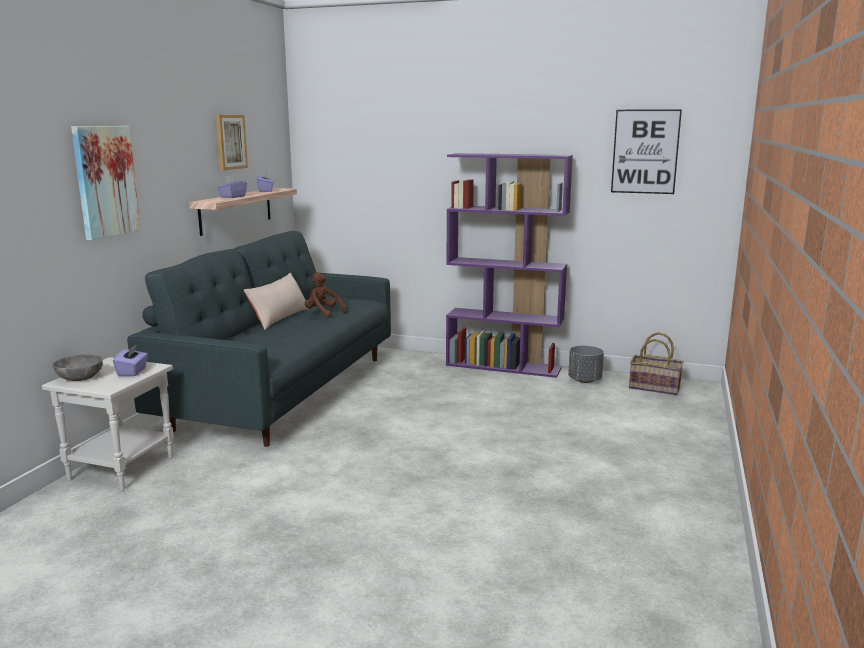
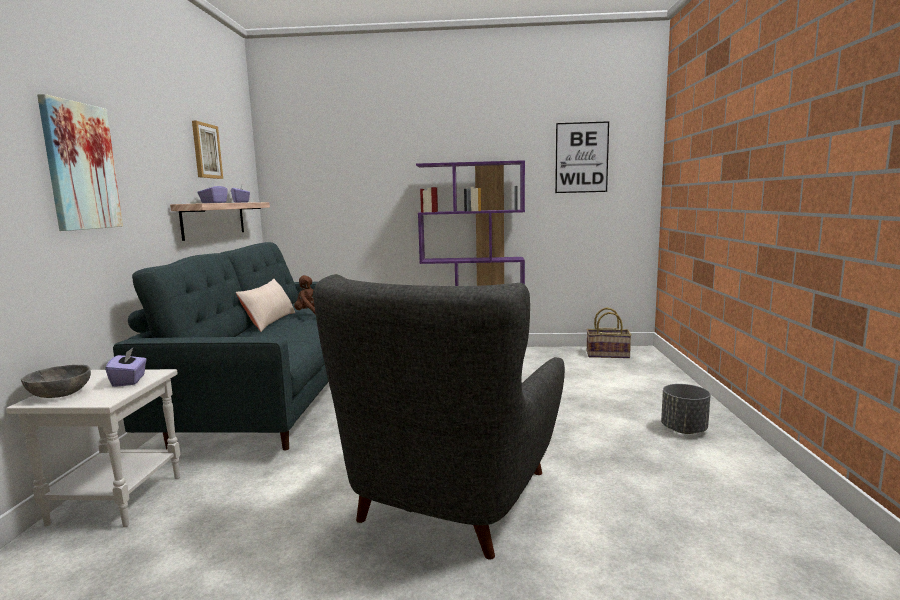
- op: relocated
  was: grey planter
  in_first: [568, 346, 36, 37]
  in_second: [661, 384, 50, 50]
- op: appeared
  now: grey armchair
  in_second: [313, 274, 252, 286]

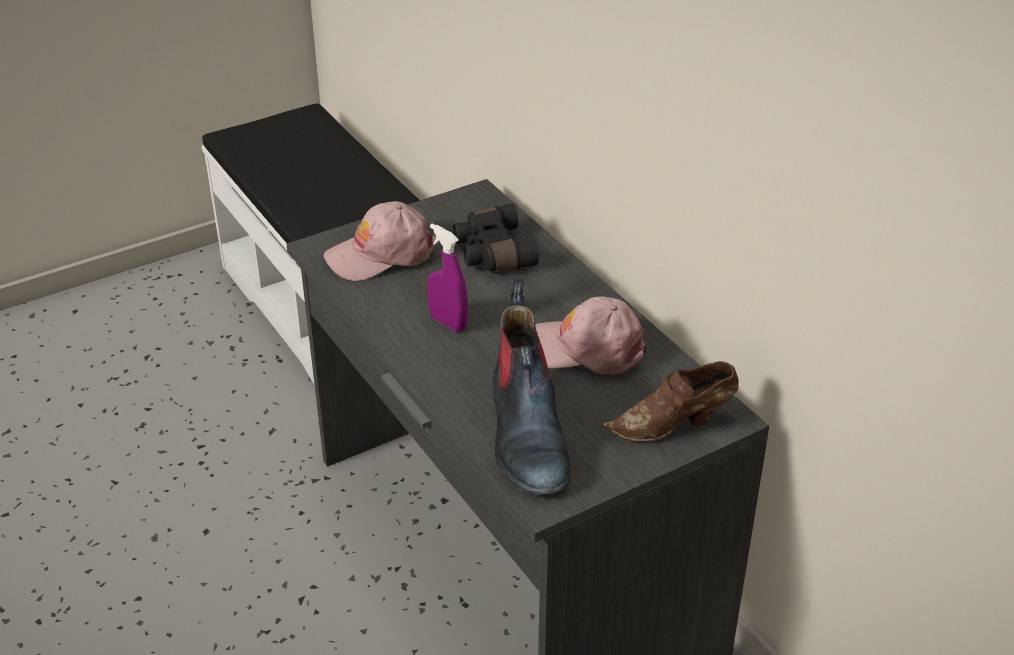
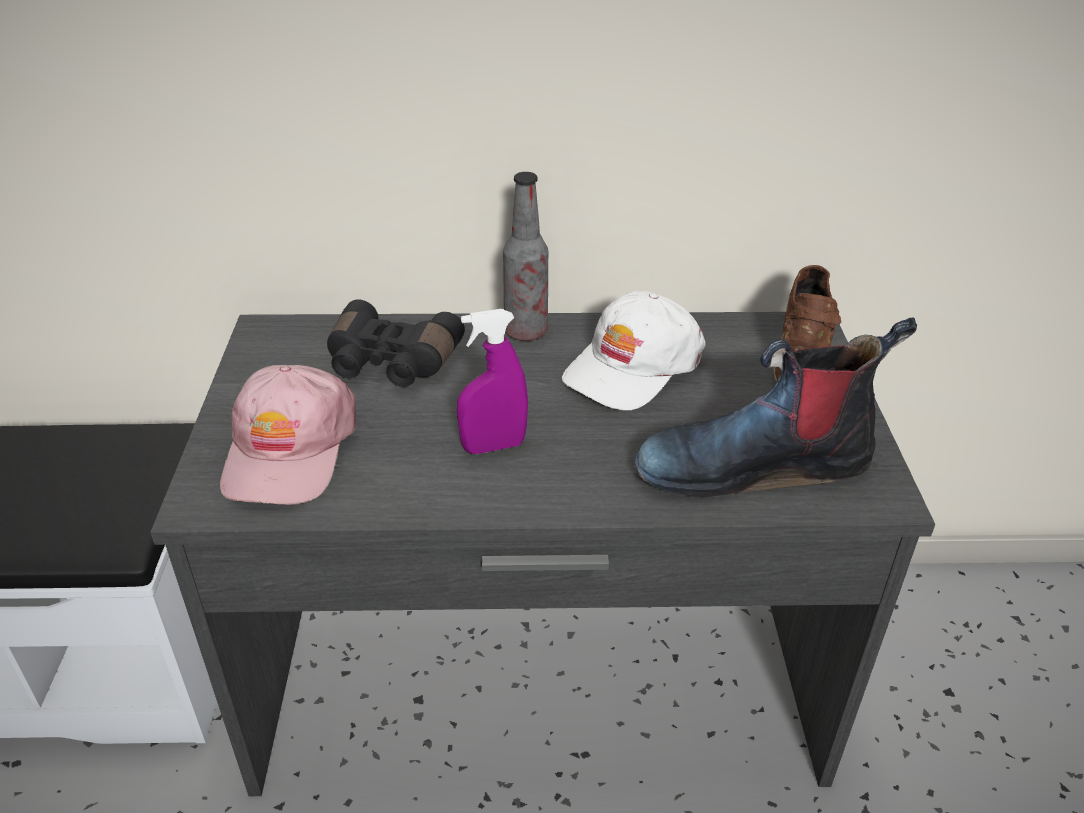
- op: spun
  was: boot
  in_first: [493, 279, 77, 216]
  in_second: [634, 318, 283, 179]
  clockwise: 150
- op: colour
  was: pink cap
  now: white cap
  in_first: [535, 296, 112, 79]
  in_second: [562, 291, 144, 119]
- op: appeared
  now: bottle
  in_second: [503, 172, 45, 169]

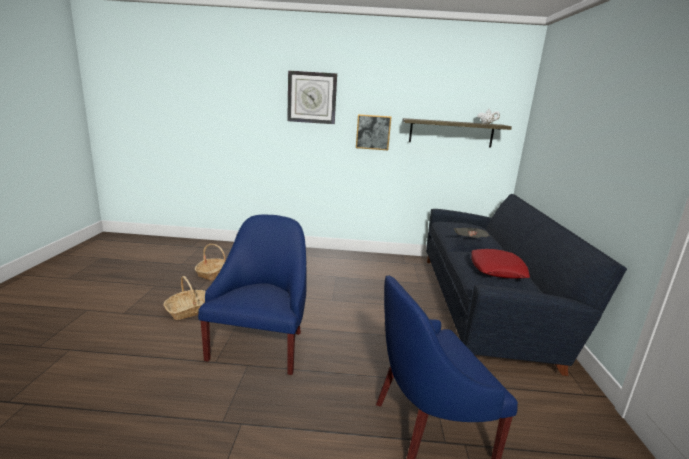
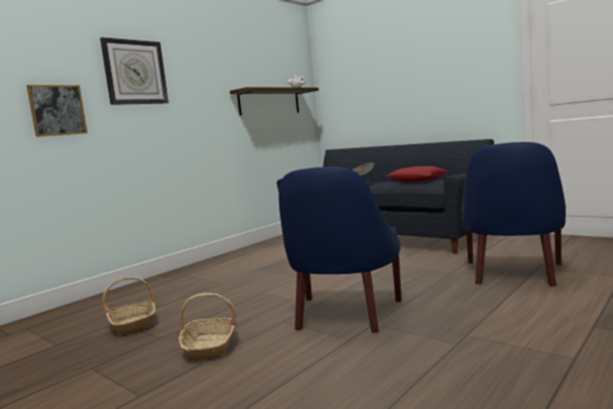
- op: relocated
  was: picture
  in_first: [356, 114, 35, 36]
  in_second: [27, 85, 61, 52]
- op: spun
  was: blue armchair
  in_first: [198, 215, 108, 160]
  in_second: [279, 167, 122, 166]
  clockwise: -120

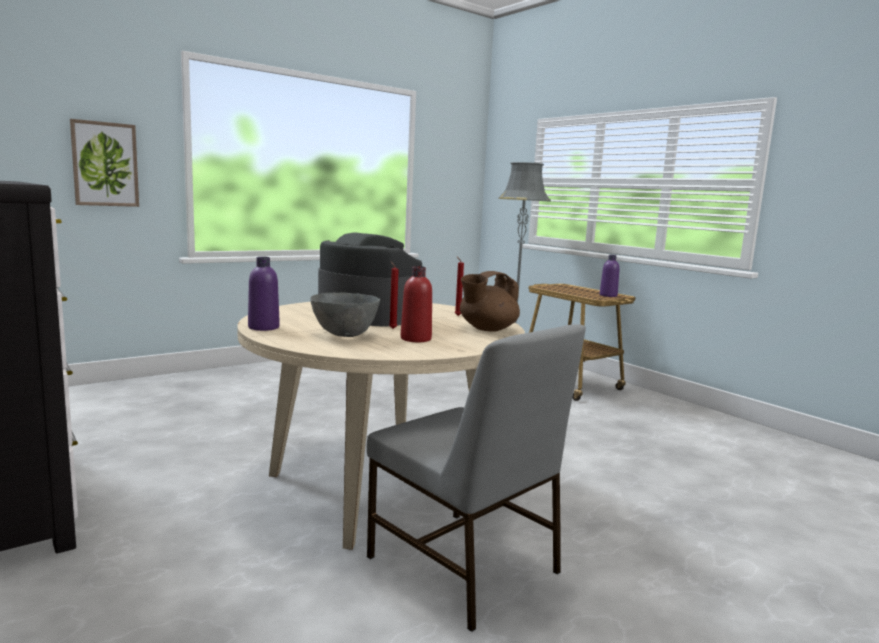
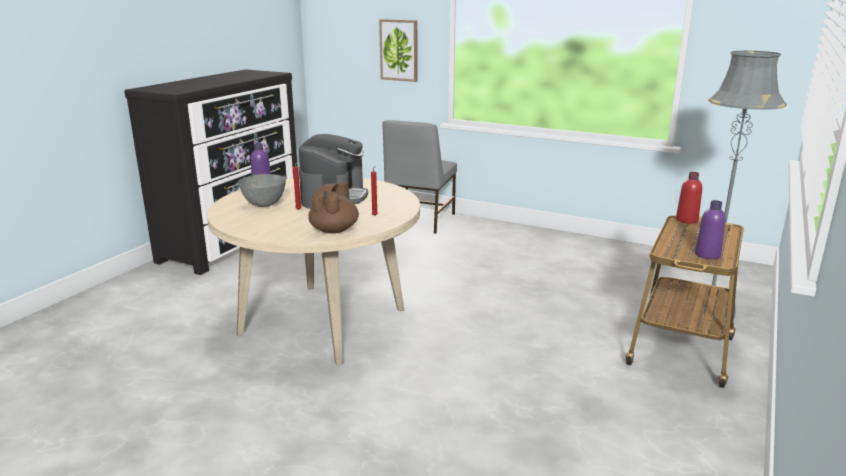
- op: relocated
  was: red bottle
  in_first: [401, 266, 31, 76]
  in_second: [676, 172, 26, 52]
- op: spun
  was: brown teapot
  in_first: [460, 271, 60, 60]
  in_second: [308, 183, 51, 51]
  clockwise: 75
- op: relocated
  was: grey chair
  in_first: [367, 324, 219, 308]
  in_second: [382, 120, 75, 114]

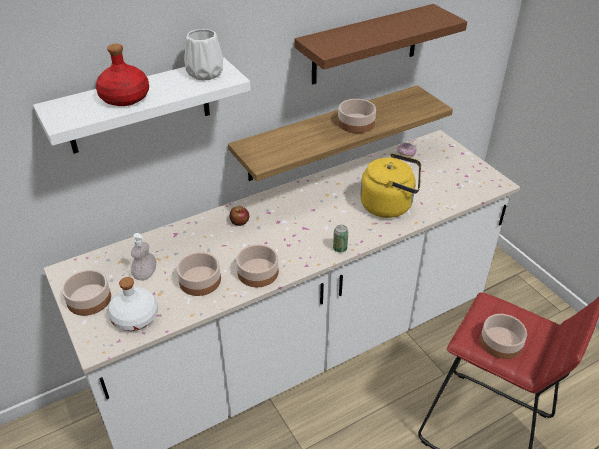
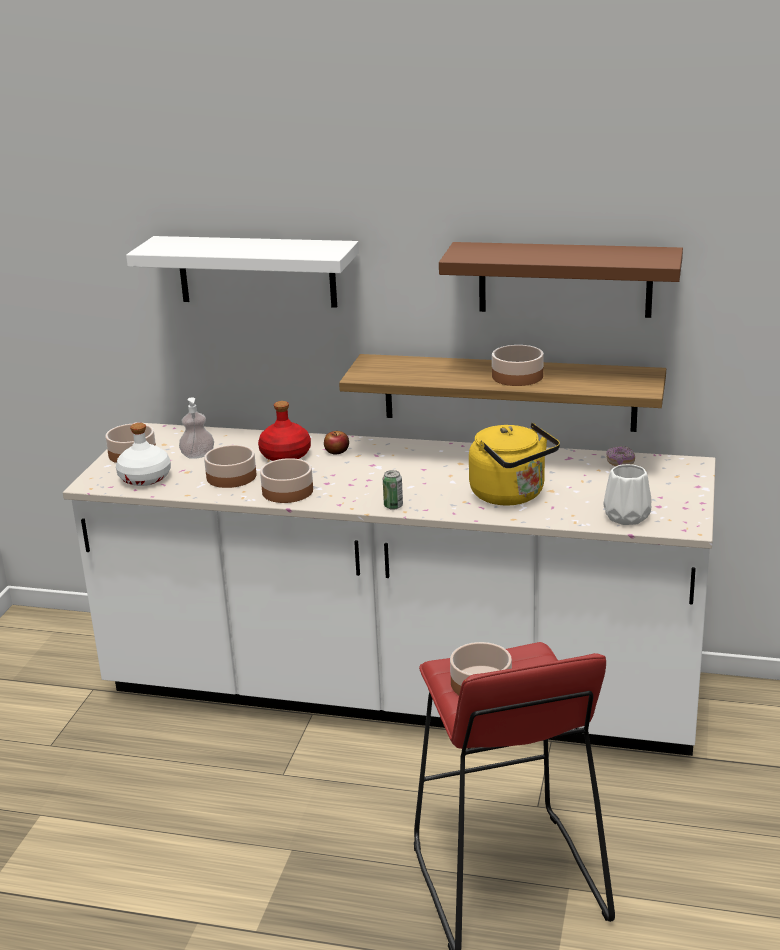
- op: relocated
  was: white vase
  in_first: [184, 29, 39, 51]
  in_second: [603, 464, 48, 61]
- op: relocated
  was: red bottle
  in_first: [96, 44, 53, 62]
  in_second: [258, 401, 53, 60]

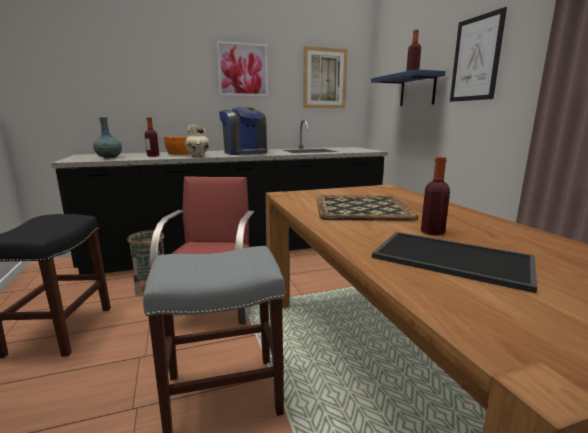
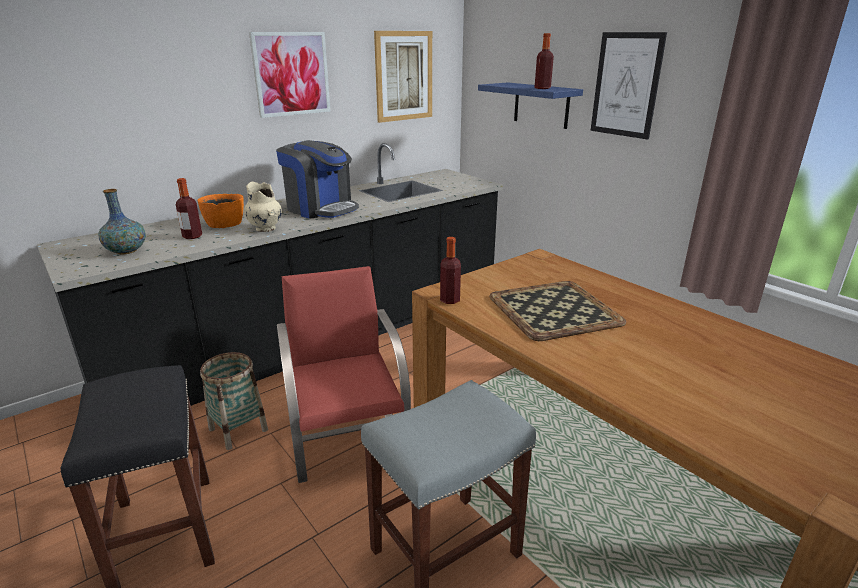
- op: relocated
  was: bottle
  in_first: [421, 157, 29, 79]
  in_second: [440, 237, 21, 67]
- op: missing
  was: tray
  in_first: [372, 232, 165, 61]

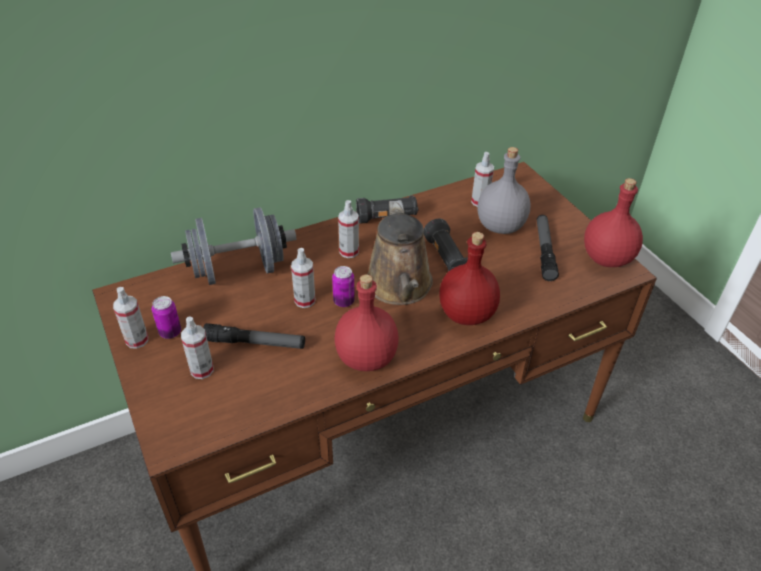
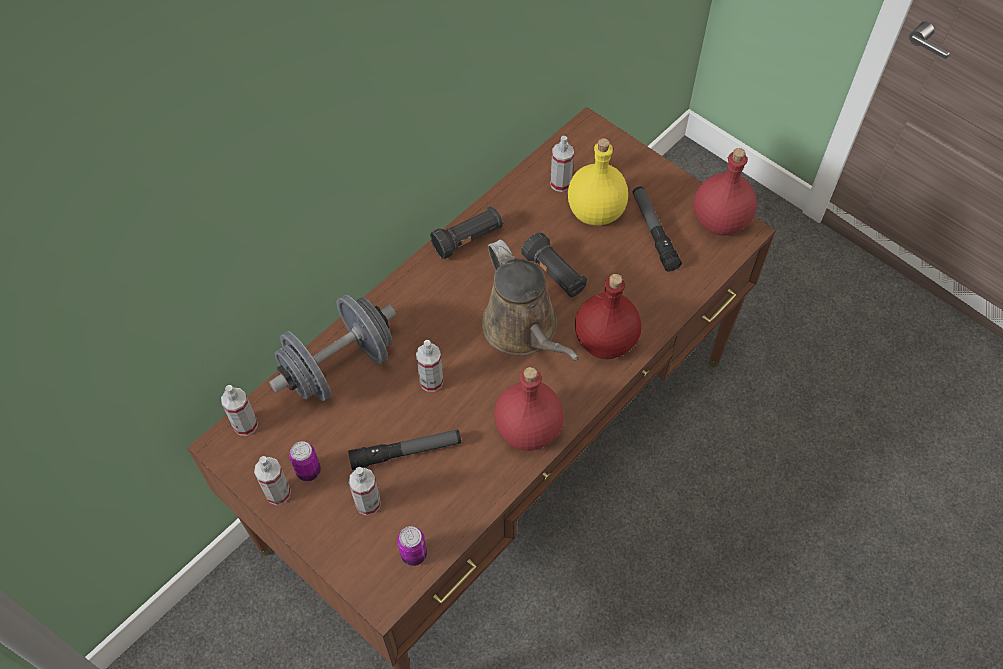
- op: colour
  was: grey bottle
  now: yellow bottle
  in_first: [478, 147, 52, 87]
  in_second: [568, 138, 60, 87]
- op: relocated
  was: spray bottle
  in_first: [338, 200, 21, 58]
  in_second: [221, 385, 37, 51]
- op: relocated
  was: can
  in_first: [332, 266, 23, 41]
  in_second: [397, 526, 30, 40]

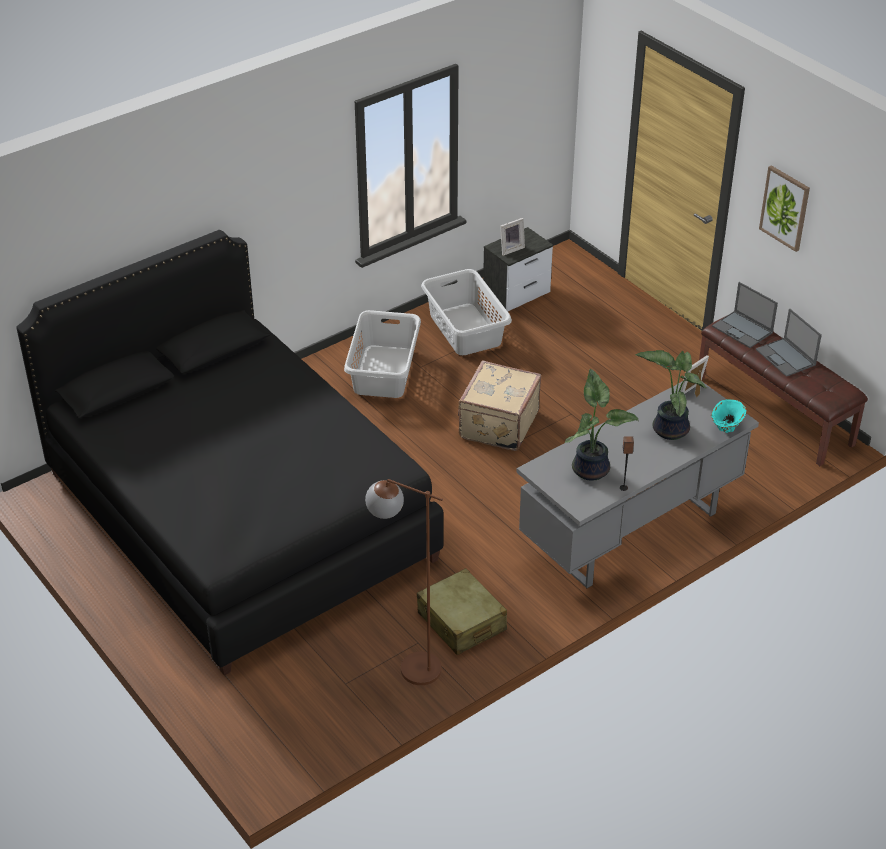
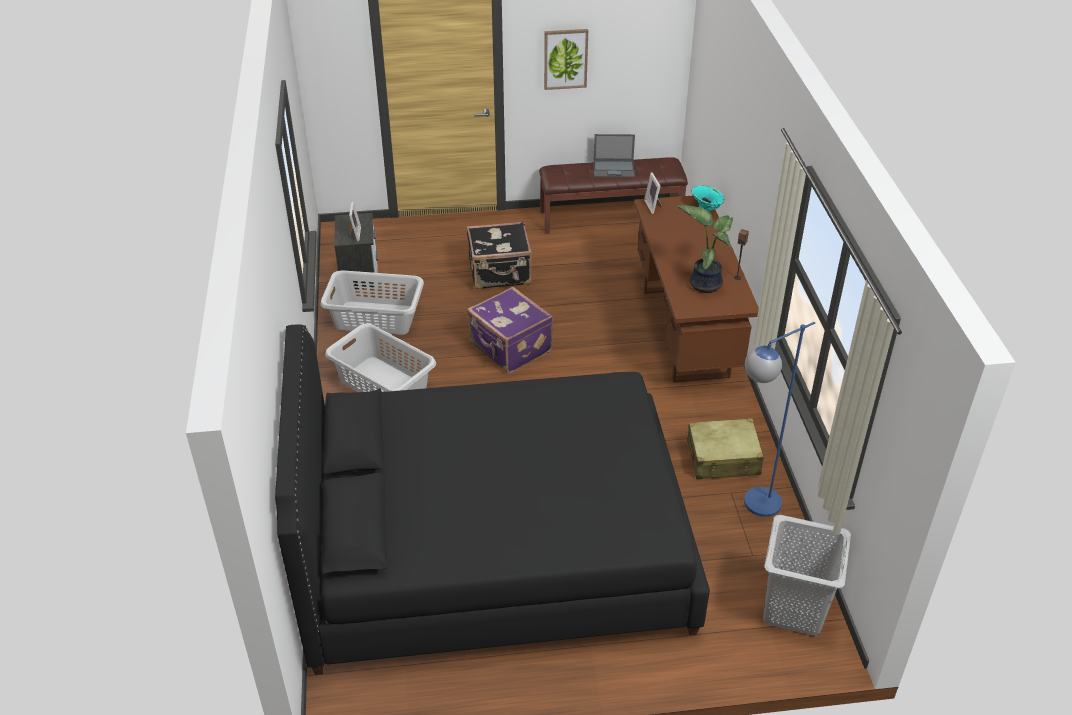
- op: missing
  was: laptop
  in_first: [712, 282, 66, 66]
- op: missing
  was: potted plant
  in_first: [636, 350, 70, 90]
- op: colour
  was: beige suitcase
  now: purple suitcase
  in_first: [458, 360, 83, 91]
  in_second: [467, 287, 86, 86]
- op: colour
  was: grey desk
  now: brown desk
  in_first: [516, 381, 243, 207]
  in_second: [634, 196, 125, 187]
- op: colour
  was: brown floor lamp
  now: blue floor lamp
  in_first: [365, 479, 78, 206]
  in_second: [744, 322, 71, 195]
- op: appeared
  now: black suitcase
  in_second: [467, 221, 65, 68]
- op: appeared
  now: grey laundry basket
  in_second: [763, 515, 88, 121]

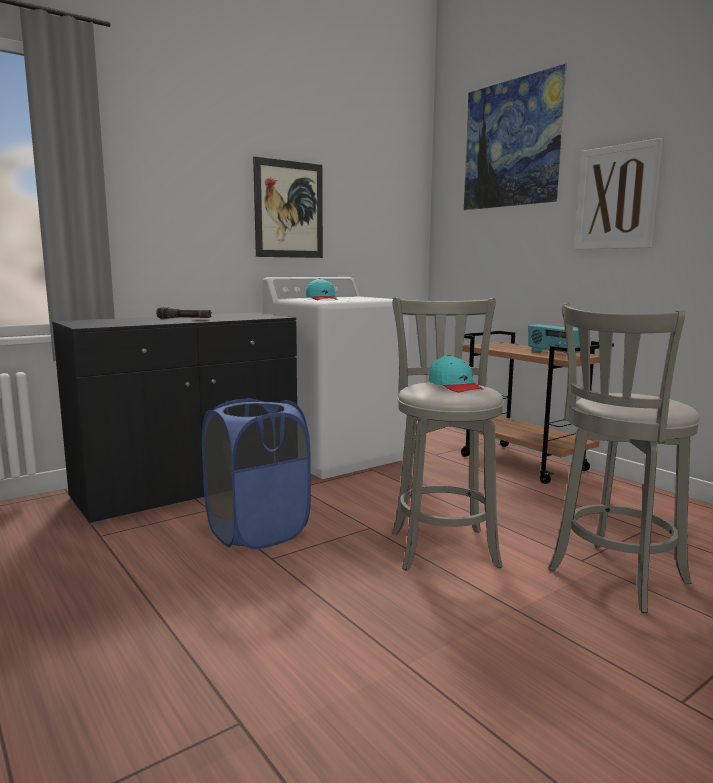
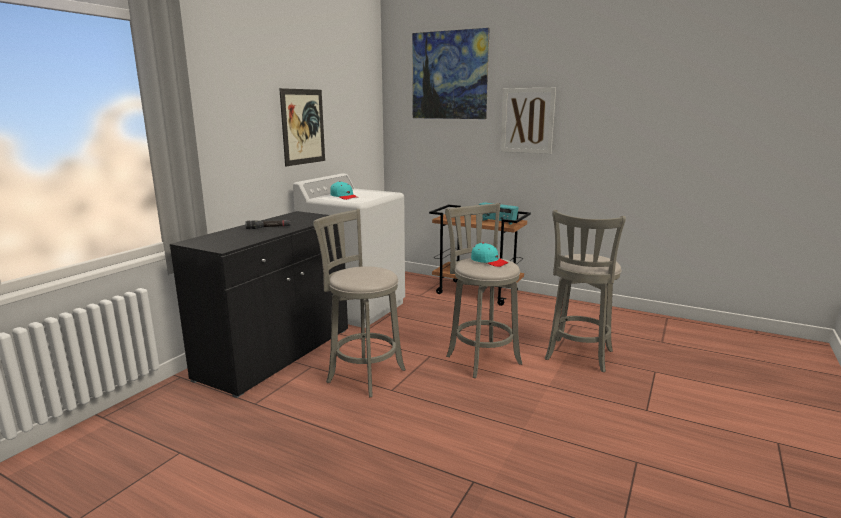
- op: exchanged
  was: blue laundry basket
  now: grey stool
  in_first: [202, 398, 109, 151]
  in_second: [313, 209, 93, 188]

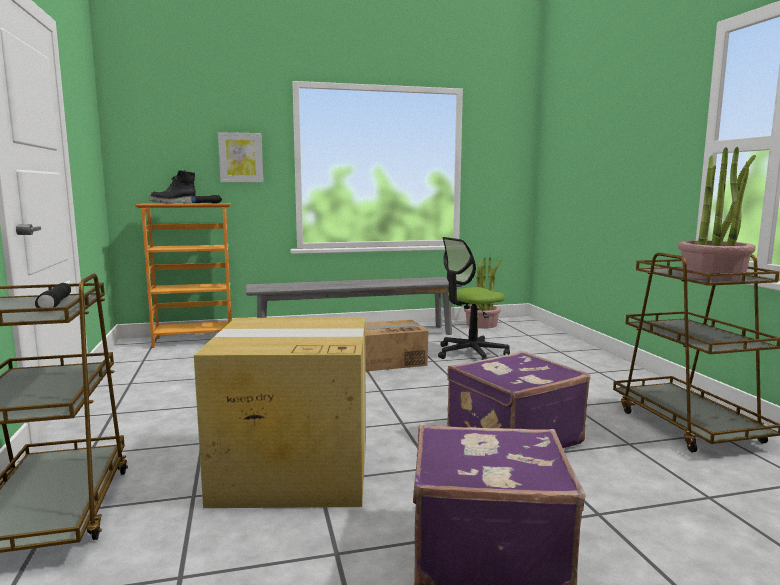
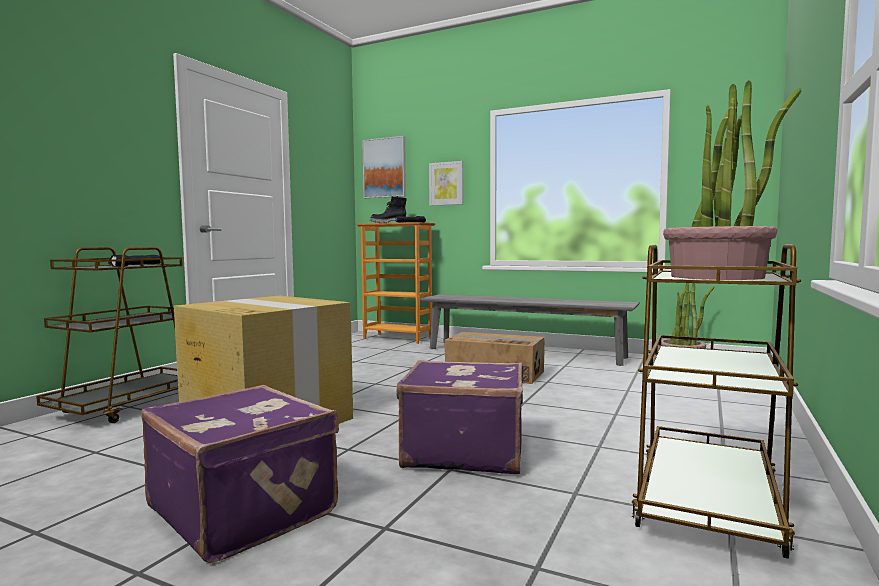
- op: missing
  was: office chair
  in_first: [438, 237, 72, 123]
- op: appeared
  now: picture
  in_second: [362, 136, 44, 62]

